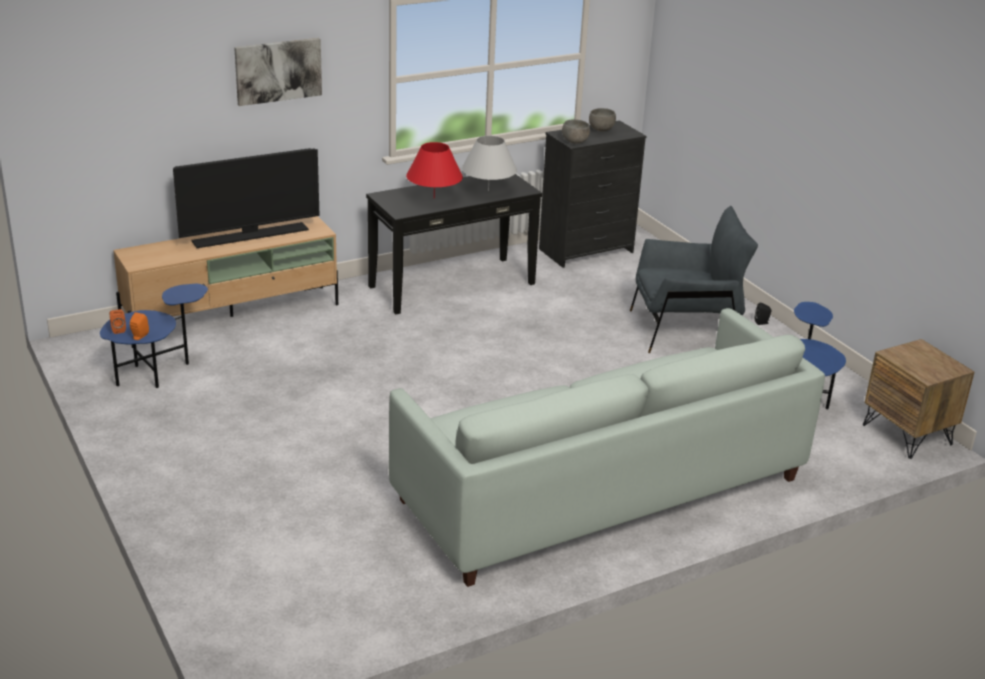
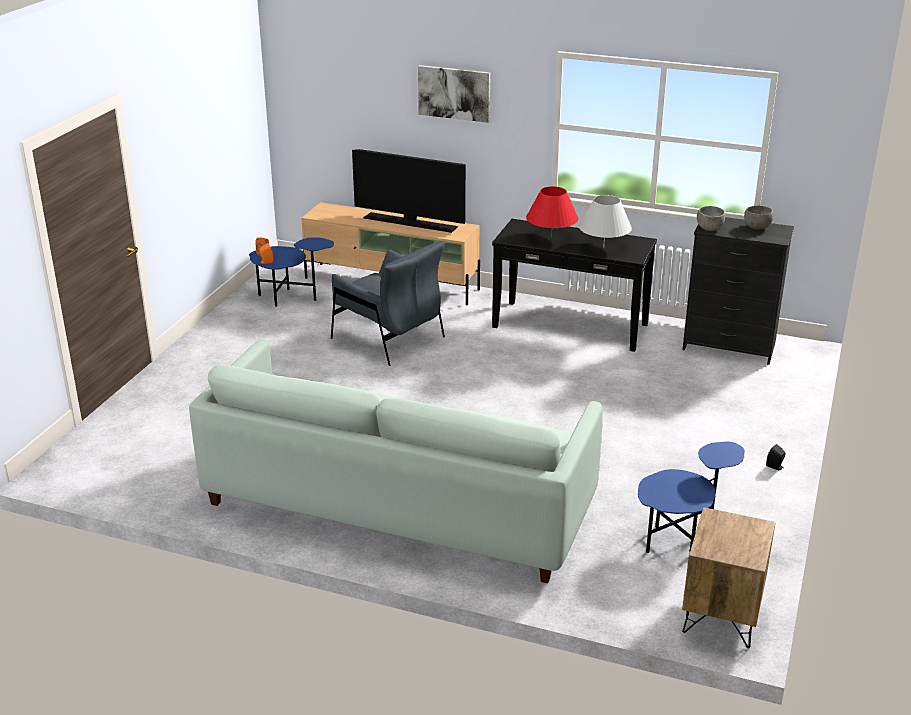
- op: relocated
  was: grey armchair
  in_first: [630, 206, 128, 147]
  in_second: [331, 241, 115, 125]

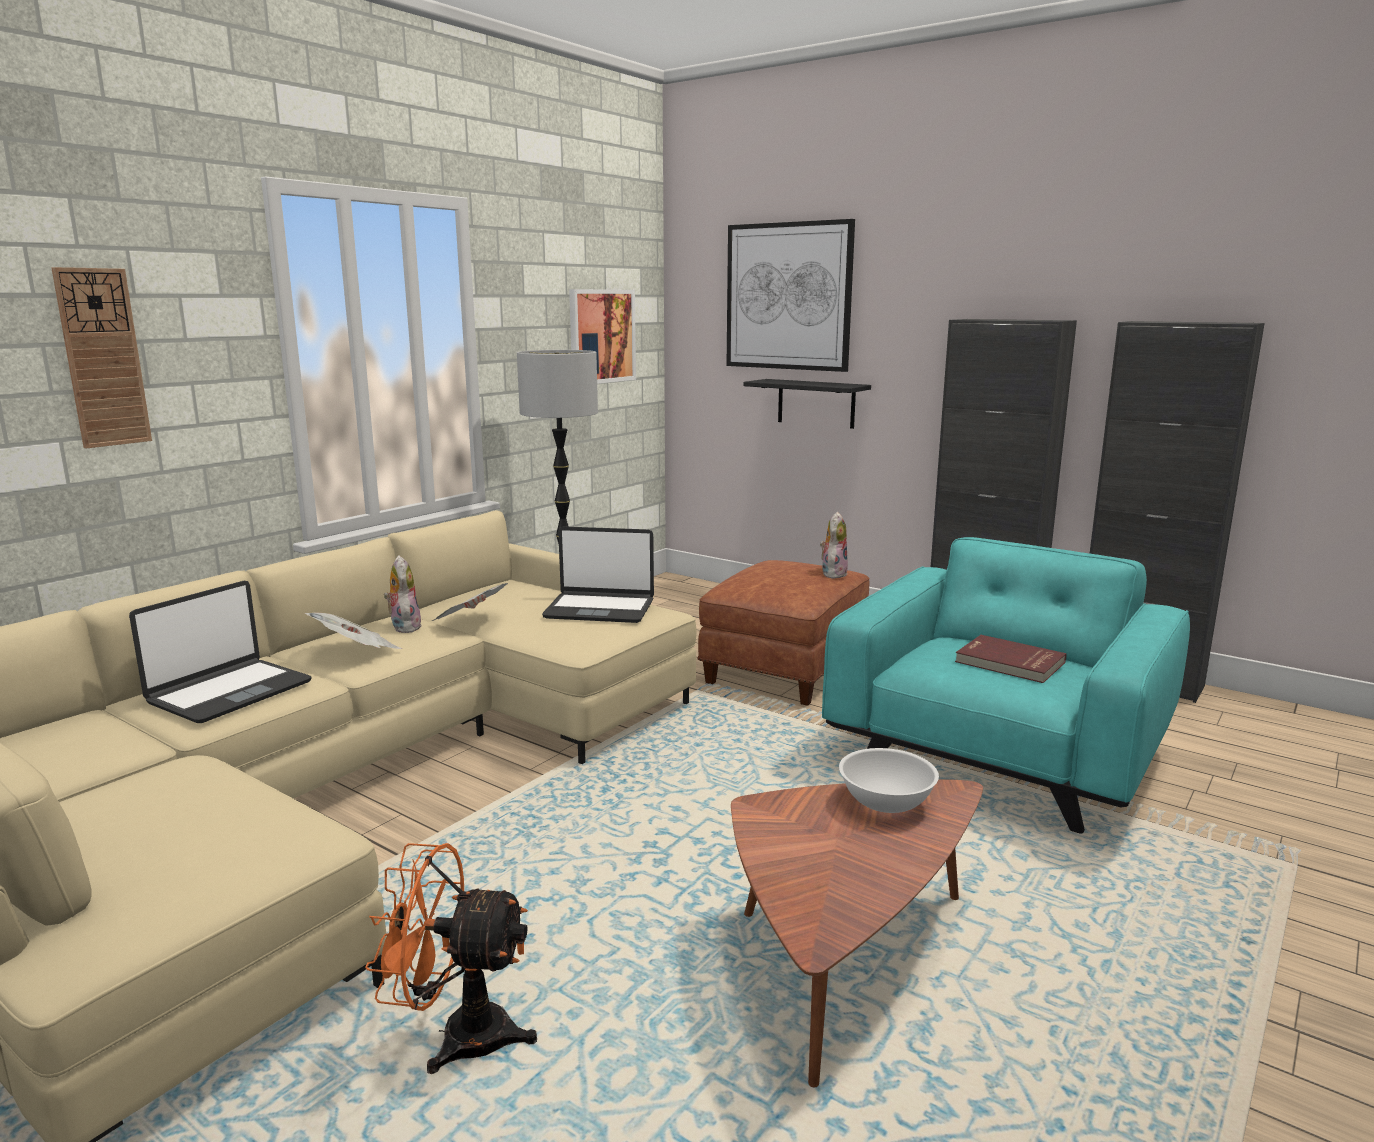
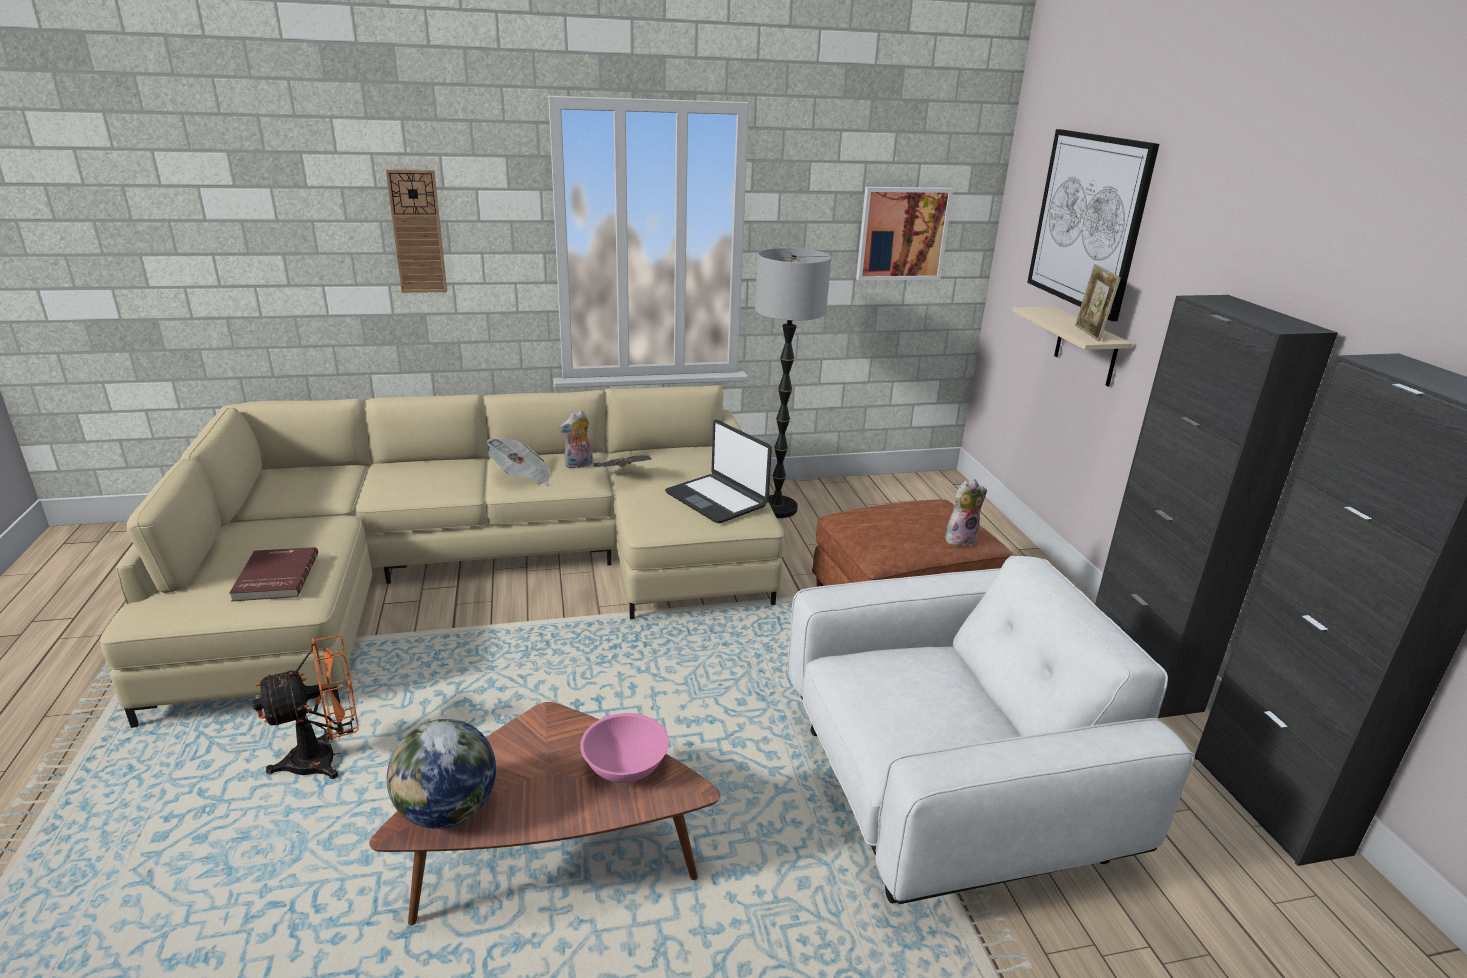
- op: colour
  was: black shelf
  now: beige shelf
  in_first: [743, 379, 128, 50]
  in_second: [1013, 307, 119, 80]
- op: colour
  was: turquoise armchair
  now: white armchair
  in_first: [822, 537, 368, 297]
  in_second: [787, 556, 408, 348]
- op: spun
  was: plush toy
  in_first: [384, 555, 38, 78]
  in_second: [559, 410, 34, 59]
  clockwise: -150
- op: missing
  was: laptop
  in_first: [129, 581, 183, 142]
- op: relocated
  was: red book
  in_first: [955, 635, 111, 48]
  in_second: [229, 547, 89, 54]
- op: colour
  was: white bowl
  now: pink bowl
  in_first: [839, 748, 100, 65]
  in_second: [580, 713, 89, 70]
- op: spun
  was: orange fan
  in_first: [365, 843, 172, 231]
  in_second: [253, 635, 105, 144]
  clockwise: 105
- op: appeared
  now: picture frame
  in_second: [1075, 264, 46, 77]
- op: appeared
  now: globe
  in_second: [387, 719, 109, 110]

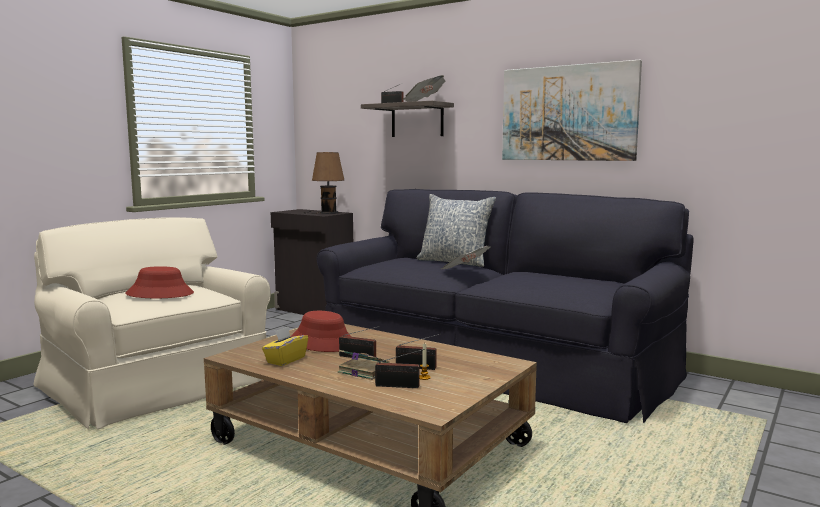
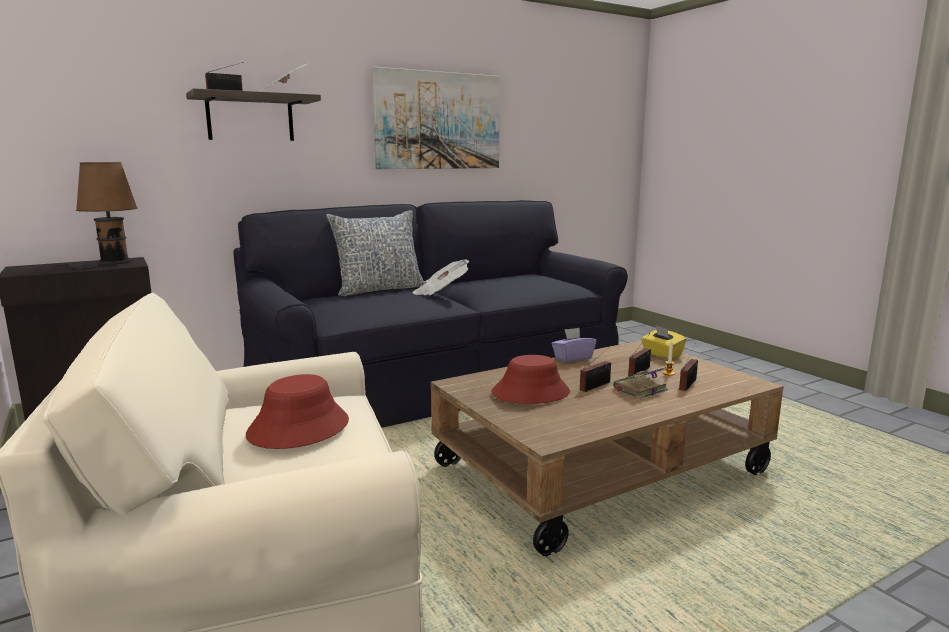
- op: relocated
  was: yellow tissue box
  in_first: [262, 326, 46, 40]
  in_second: [641, 325, 45, 35]
- op: appeared
  now: purple tissue box
  in_second: [552, 328, 45, 35]

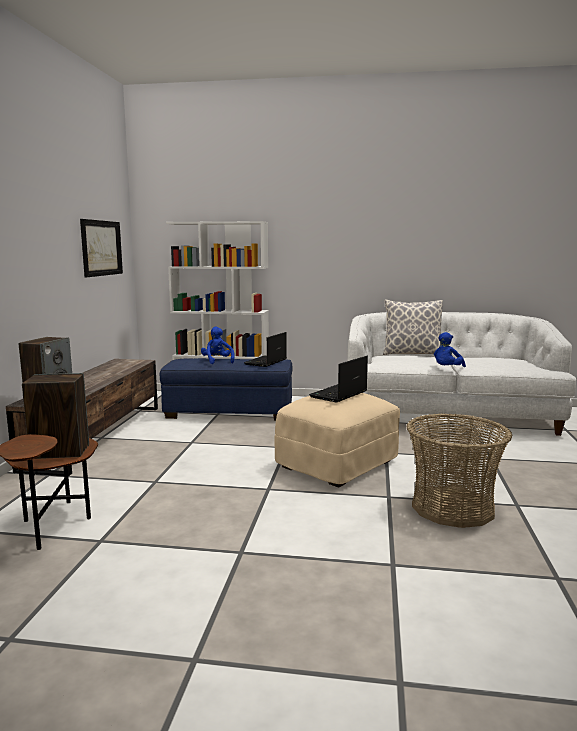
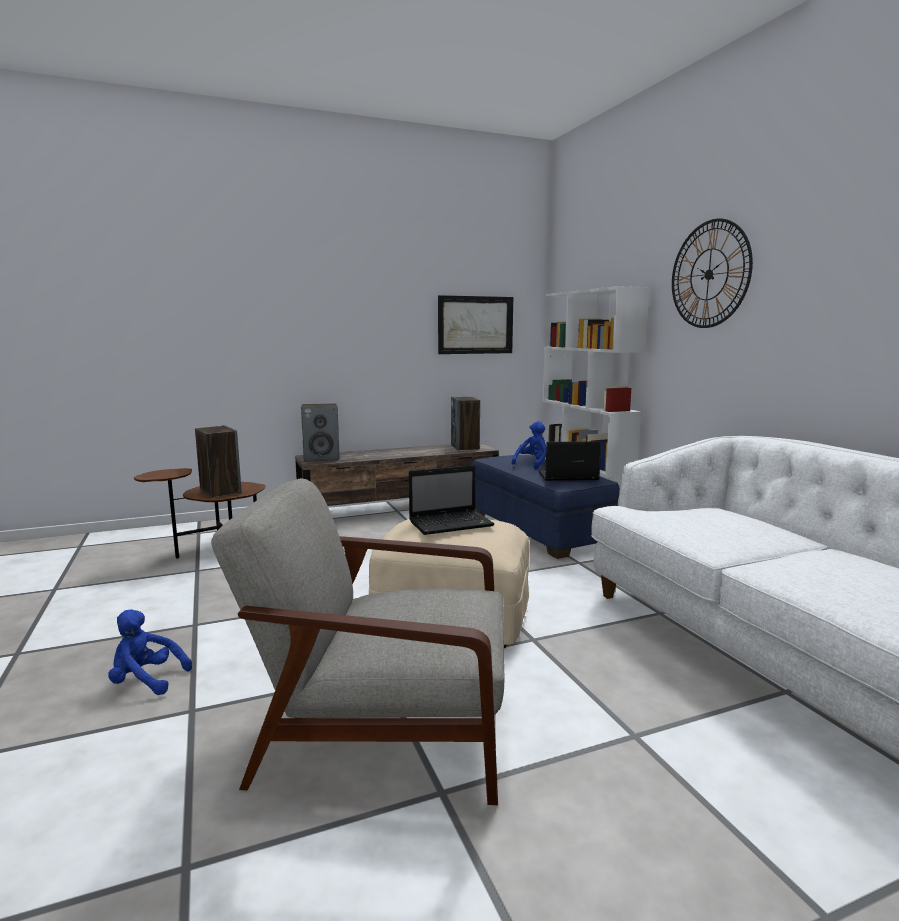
- op: missing
  was: pillow
  in_first: [383, 299, 60, 56]
- op: relocated
  was: blue plush toy
  in_first: [434, 332, 32, 35]
  in_second: [108, 610, 84, 85]
- op: spun
  was: laptop
  in_first: [309, 356, 59, 47]
  in_second: [409, 465, 85, 70]
  clockwise: 150
- op: exchanged
  was: basket
  now: grey armchair
  in_first: [406, 413, 107, 115]
  in_second: [211, 478, 293, 327]
- op: appeared
  now: wall clock
  in_second: [672, 218, 81, 110]
- op: appeared
  now: speaker
  in_second: [451, 397, 29, 54]

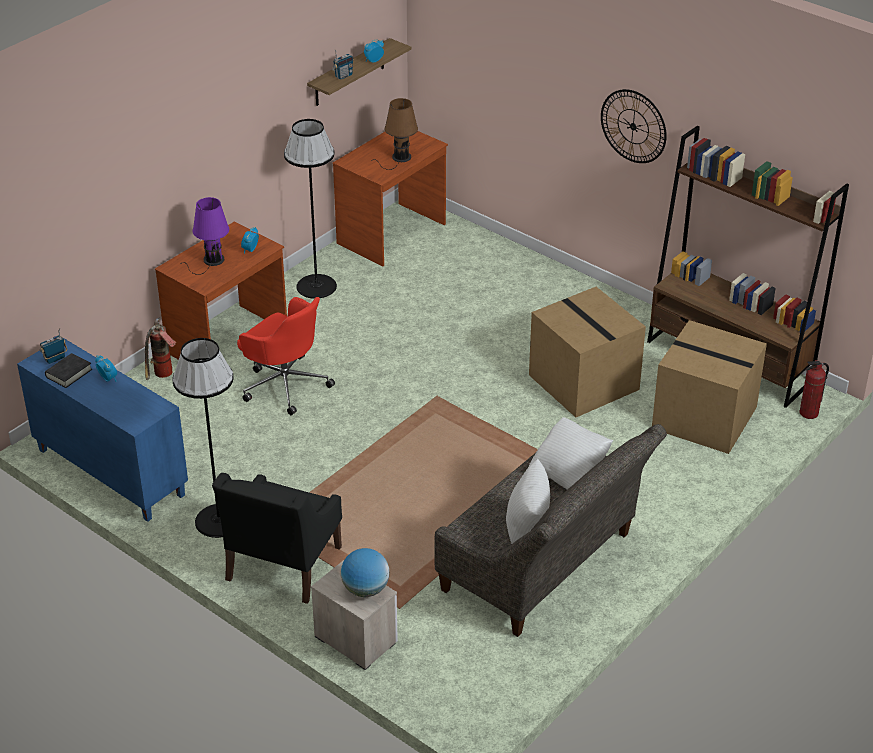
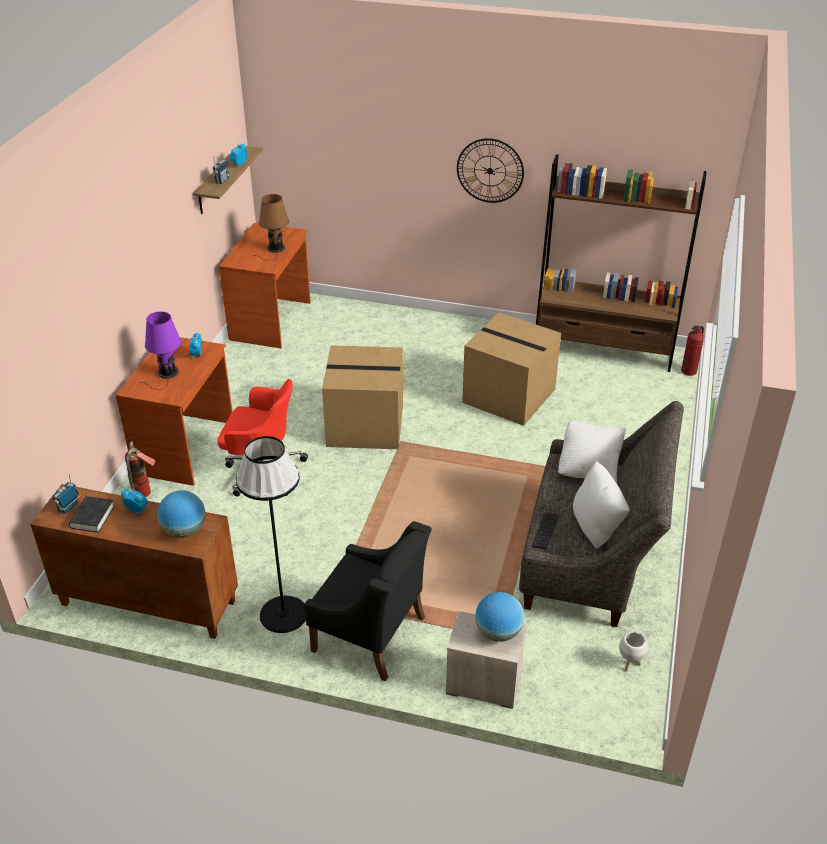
- op: missing
  was: black floor lamp
  in_first: [284, 119, 53, 180]
- op: relocated
  was: cardboard box
  in_first: [652, 320, 115, 134]
  in_second: [322, 345, 81, 104]
- op: colour
  was: blue cabinet
  now: brown cabinet
  in_first: [17, 337, 171, 185]
  in_second: [30, 484, 208, 155]
- op: spun
  was: black armchair
  in_first: [212, 473, 130, 131]
  in_second: [304, 521, 128, 161]
  clockwise: -60
- op: appeared
  now: globe
  in_second: [157, 490, 48, 48]
- op: appeared
  now: keyboard
  in_second: [531, 512, 28, 38]
- op: appeared
  now: white planter
  in_second: [619, 631, 29, 41]

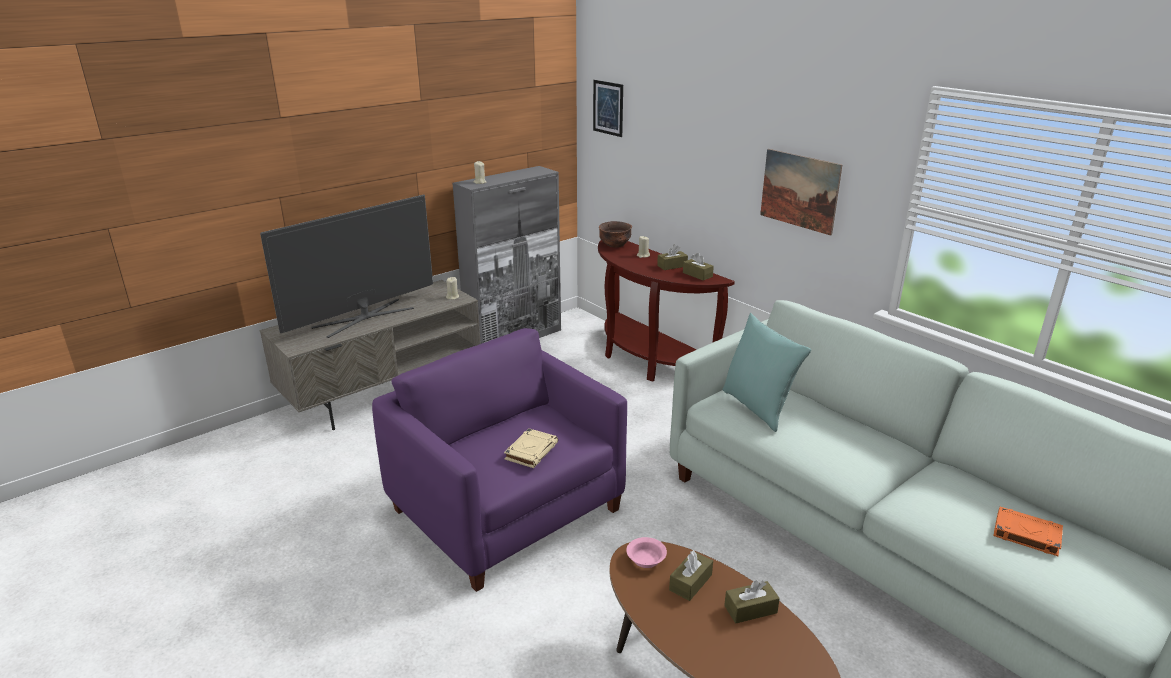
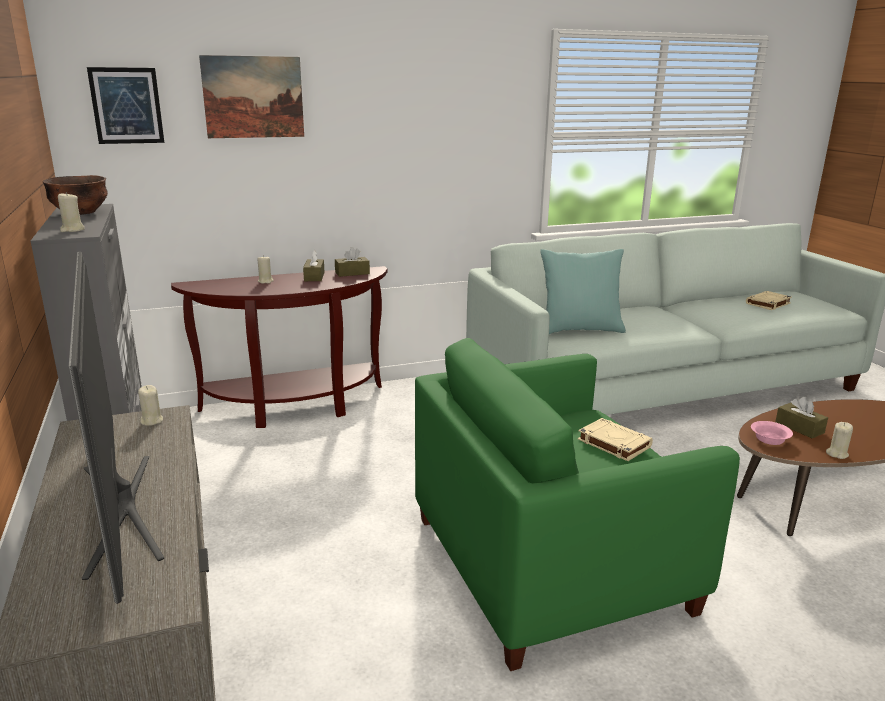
- op: relocated
  was: picture
  in_first: [760, 149, 82, 87]
  in_second: [199, 55, 105, 83]
- op: relocated
  was: brown bowl
  in_first: [599, 221, 33, 27]
  in_second: [42, 175, 66, 40]
- op: colour
  was: purple armchair
  now: green armchair
  in_first: [372, 328, 255, 264]
  in_second: [415, 338, 325, 333]
- op: colour
  was: orange book
  now: beige book
  in_first: [993, 507, 70, 49]
  in_second: [746, 291, 46, 19]
- op: missing
  was: brown tissue box
  in_first: [724, 581, 56, 43]
- op: appeared
  now: beige candle
  in_second: [826, 422, 27, 37]

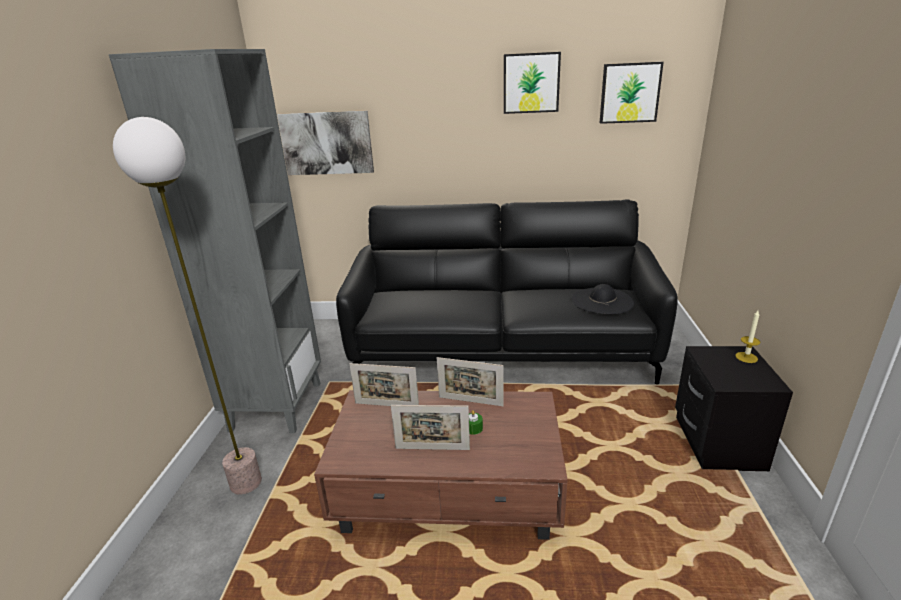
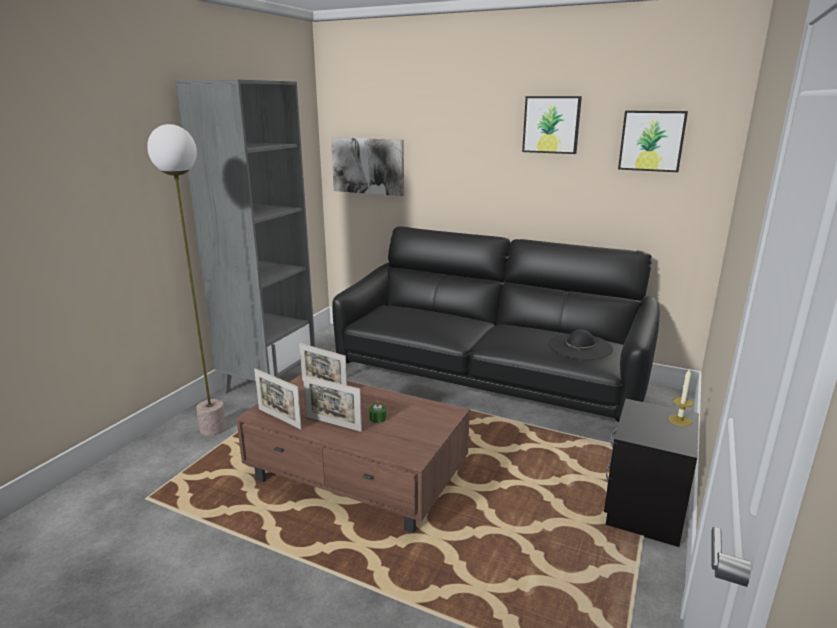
- op: relocated
  was: picture frame
  in_first: [437, 357, 67, 49]
  in_second: [254, 368, 48, 61]

